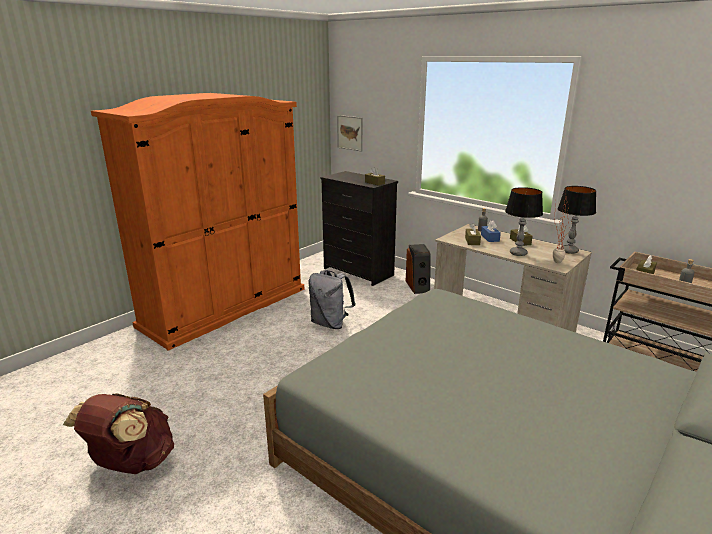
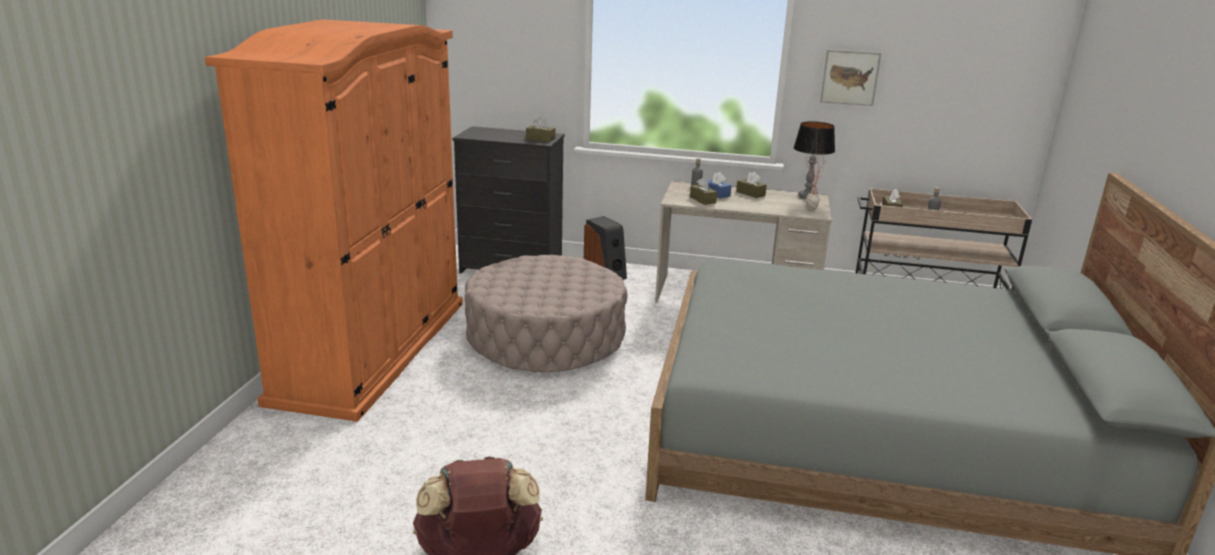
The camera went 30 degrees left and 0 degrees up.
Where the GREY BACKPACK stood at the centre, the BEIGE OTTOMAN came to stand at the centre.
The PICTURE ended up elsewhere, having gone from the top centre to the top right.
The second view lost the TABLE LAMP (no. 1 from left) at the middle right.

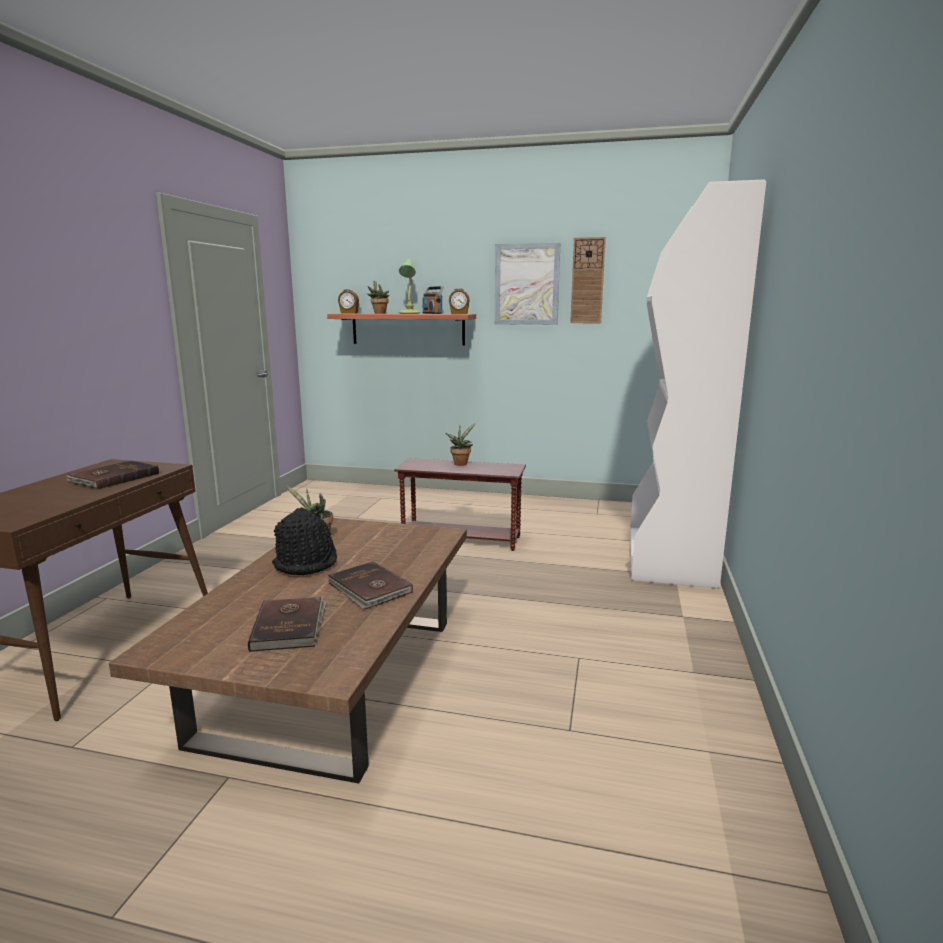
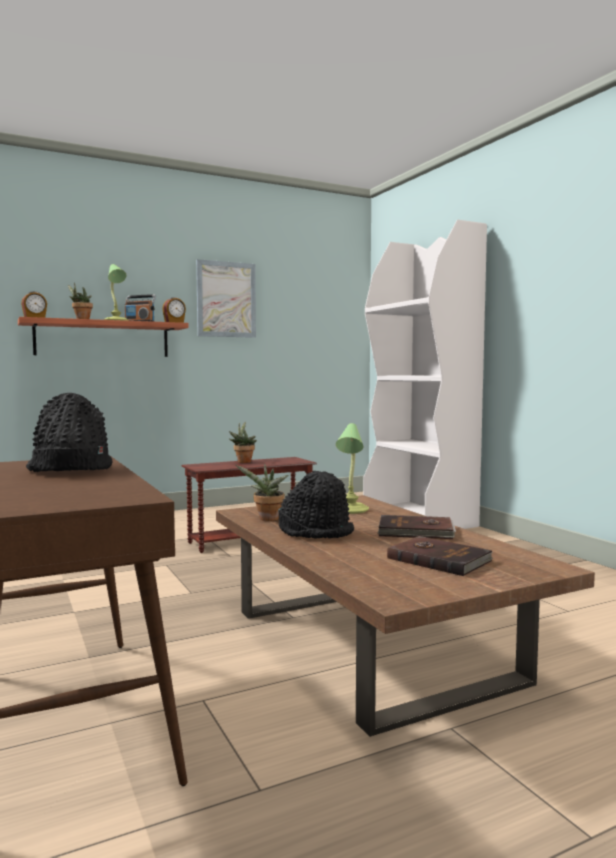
The camera went 40 degrees left and 10 degrees down.
Where the BROWN BOOK (no. 1 from left) stood at the middle left, the BLACK HAT (no. 1 from left) came to stand at the middle left.
The second view lost the WALL CLOCK at the top centre.
The second view gained the TABLE LAMP (no. 2 from left) at the centre.

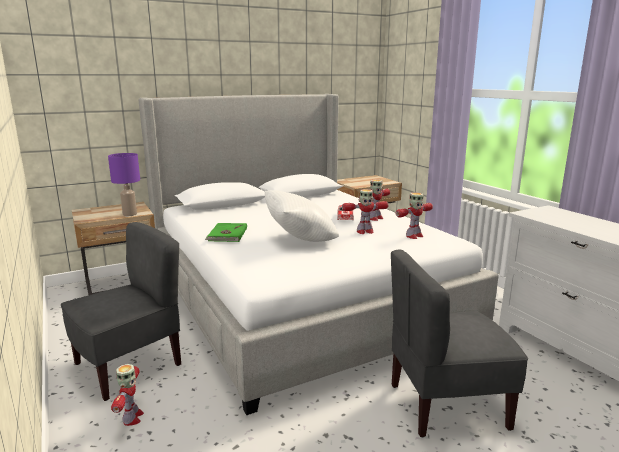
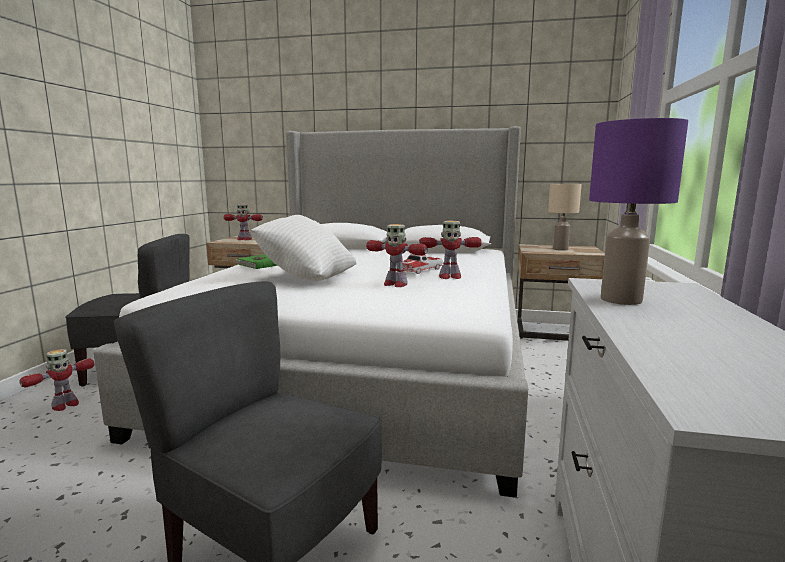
The camera went 40 degrees right and 5 degrees down.
The PURPLE TABLE LAMP ended up elsewhere, having gone from the middle left to the middle right.
The TOY ROBOT (no. 4 from left in the first image) ended up elsewhere, having gone from the middle right to the middle left.
The second view gained the BEIGE TABLE LAMP at the middle right.

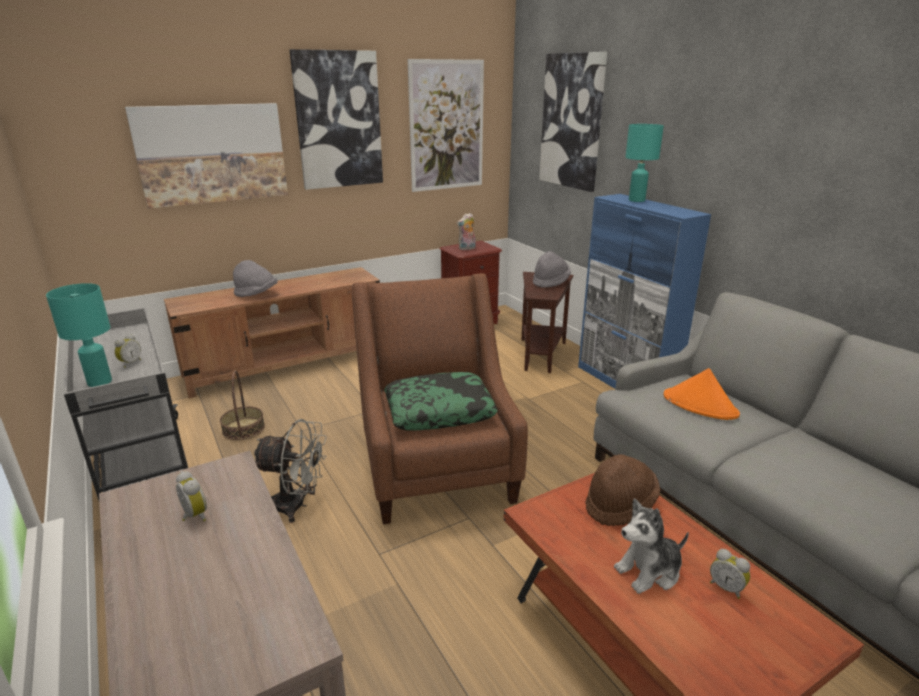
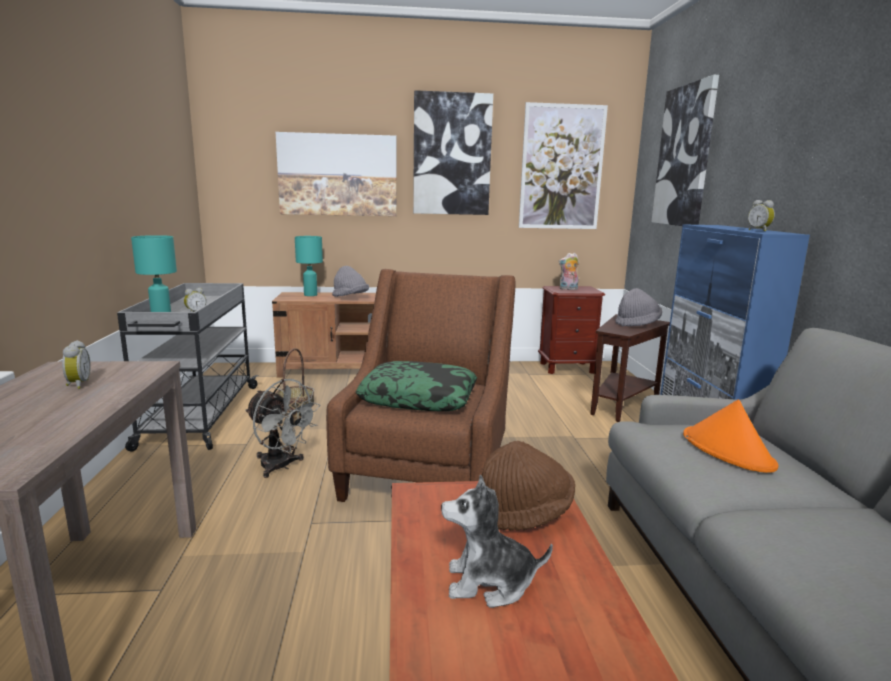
The camera went 25 degrees right and 10 degrees down.
The TURQUOISE TABLE LAMP (no. 2 from left) ended up elsewhere, having gone from the top right to the centre.
The ALARM CLOCK (no. 3 from left) ended up elsewhere, having gone from the bottom right to the top right.

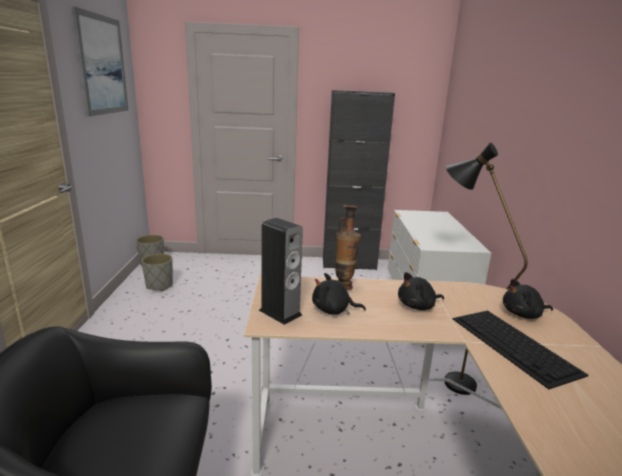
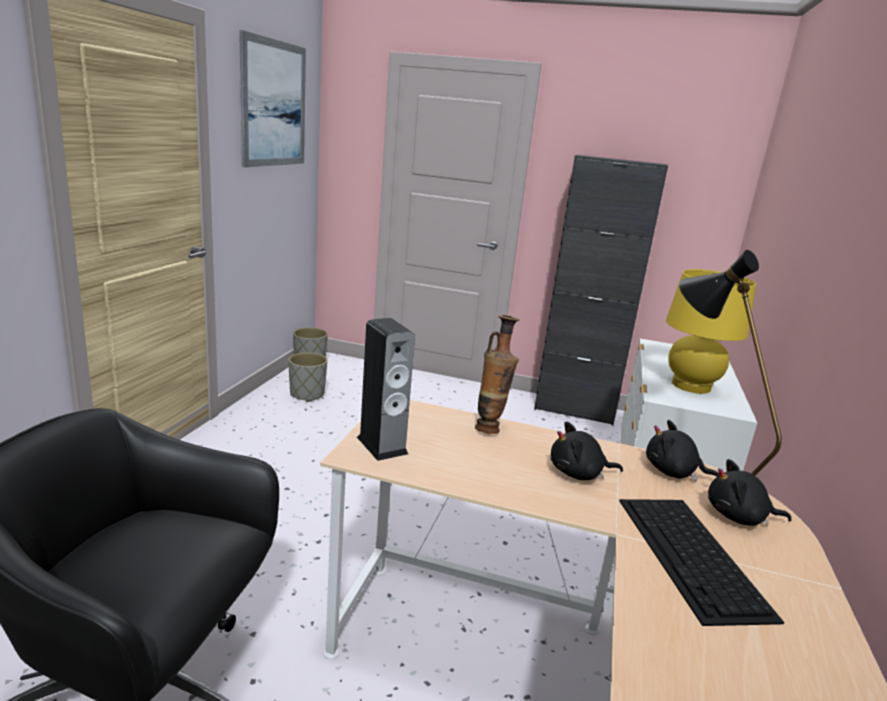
The camera went 15 degrees right and 0 degrees up.
The BLACK PLUSH TOY (no. 1 from left in the first image) ended up elsewhere, having gone from the centre to the middle right.
The second view gained the YELLOW TABLE LAMP at the middle right.

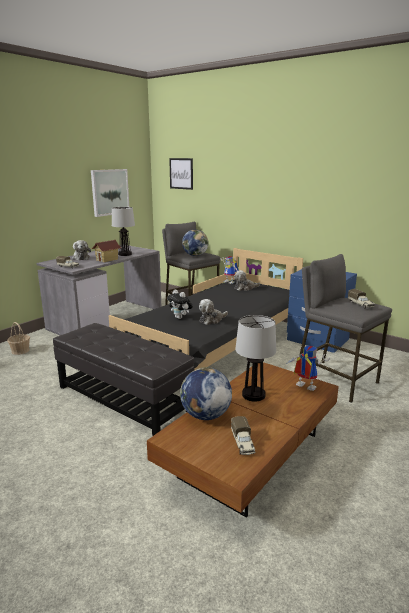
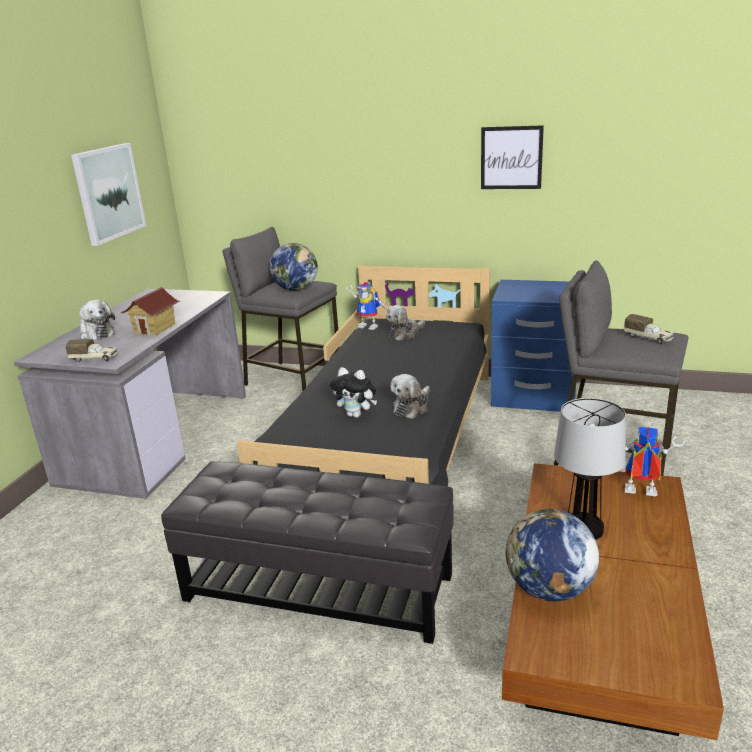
The camera went 20 degrees left and 5 degrees up.
The second view lost the BASKET at the middle left.
The second view lost the TABLE LAMP (no. 1 from left) at the middle left.
The PICTURE (no. 2 from left) ended up elsewhere, having gone from the top centre to the top right.
The second view lost the TOY TRUCK (no. 2 from left) at the bottom centre.

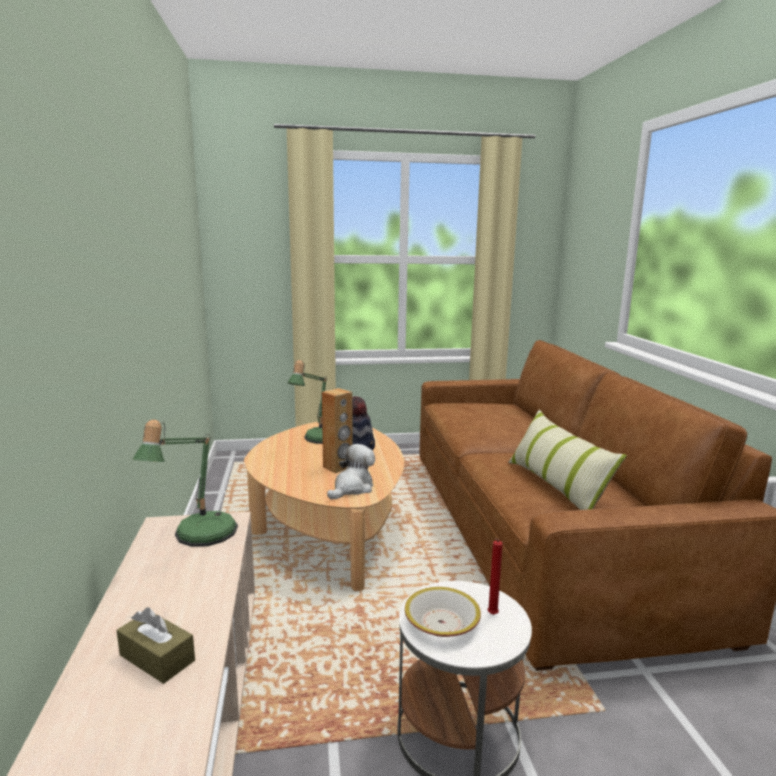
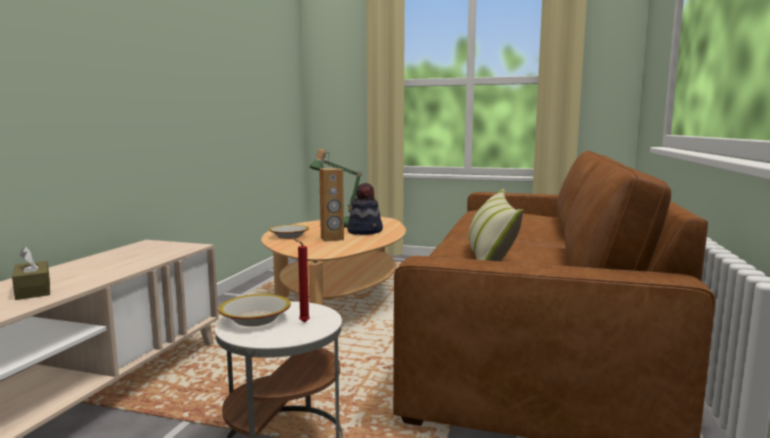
The camera went 25 degrees right and 5 degrees down.
The second view lost the TABLE LAMP (no. 1 from left) at the middle left.
The second view lost the PLUSH TOY at the centre.
The second view gained the BOWL (no. 2 from left) at the centre.

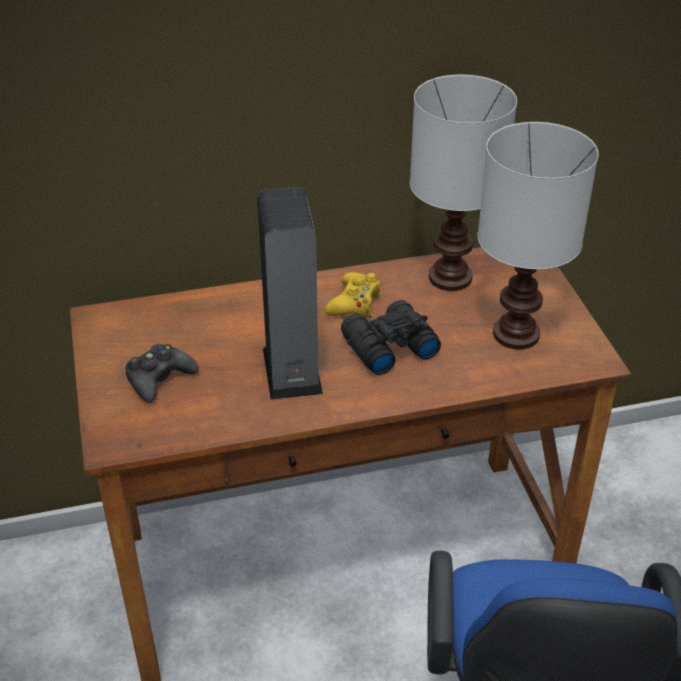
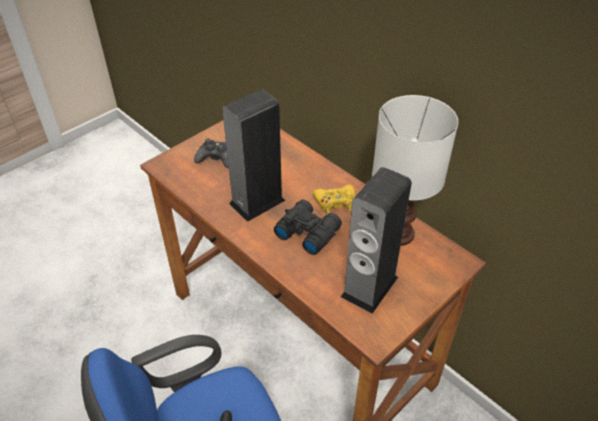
The camera went 60 degrees right and 5 degrees up.
Where the WHITE TABLE LAMP (no. 2 from left) stood at the middle right, the SPEAKER (no. 2 from left) came to stand at the centre.

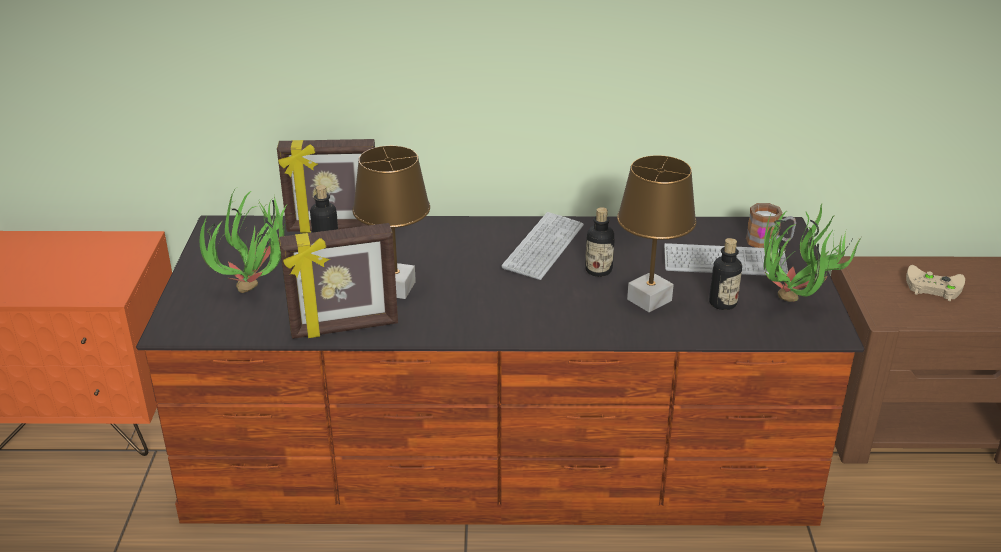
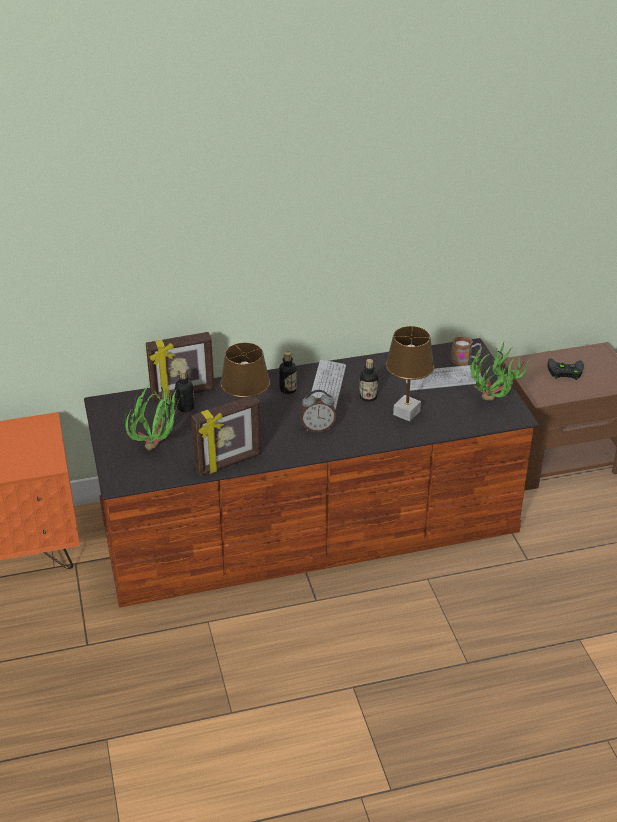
The camera went 15 degrees left and 5 degrees up.
The BOTTLE (no. 3 from left in the first image) ended up elsewhere, having gone from the middle right to the centre.
What was the BEIGE GAME CONTROLLER at the middle right turned into the BLACK GAME CONTROLLER at the middle right.
The second view gained the ALARM CLOCK at the centre.

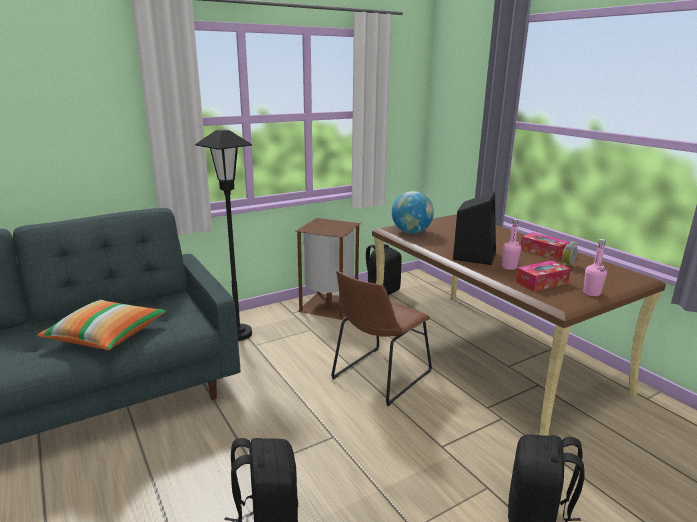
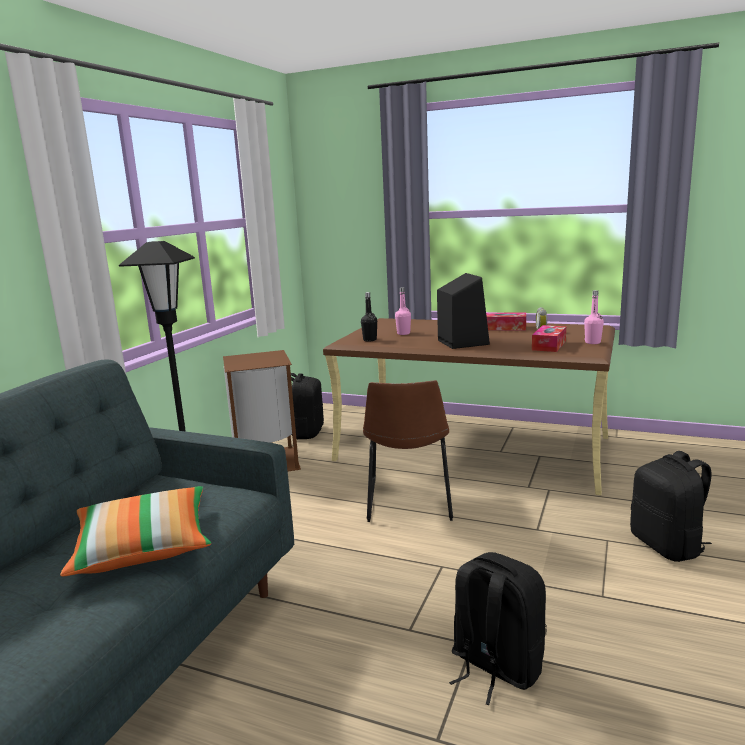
The camera went 35 degrees left and 5 degrees down.
Where the GLOBE stood at the centre, the BLACK BOTTLE came to stand at the centre.
The PINK BOTTLE (no. 1 from left) ended up elsewhere, having gone from the middle right to the centre.

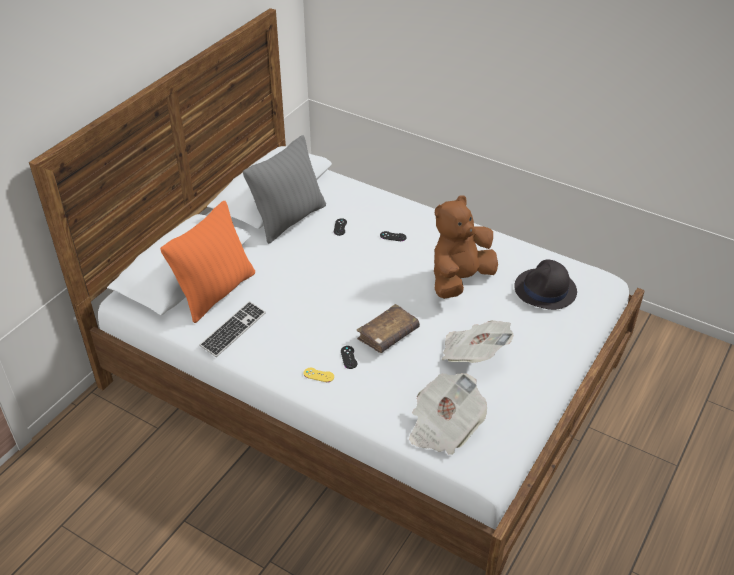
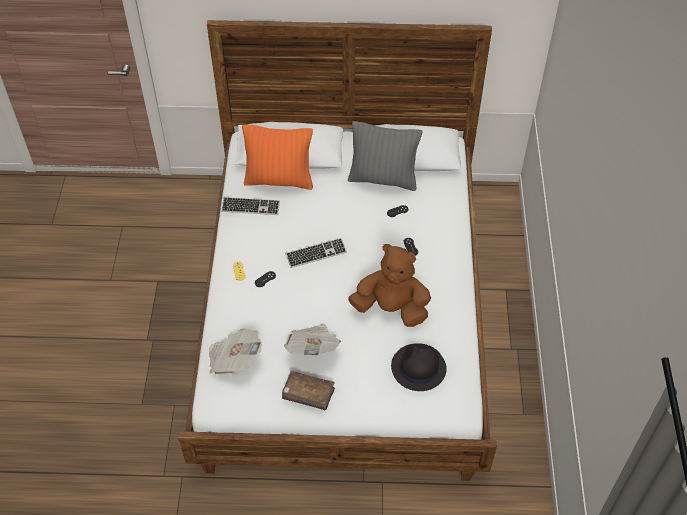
The camera went 60 degrees right and 10 degrees up.
The BROWN BOOK ended up elsewhere, having gone from the centre to the bottom centre.
The second view gained the KEYBOARD (no. 2 from left) at the centre.

